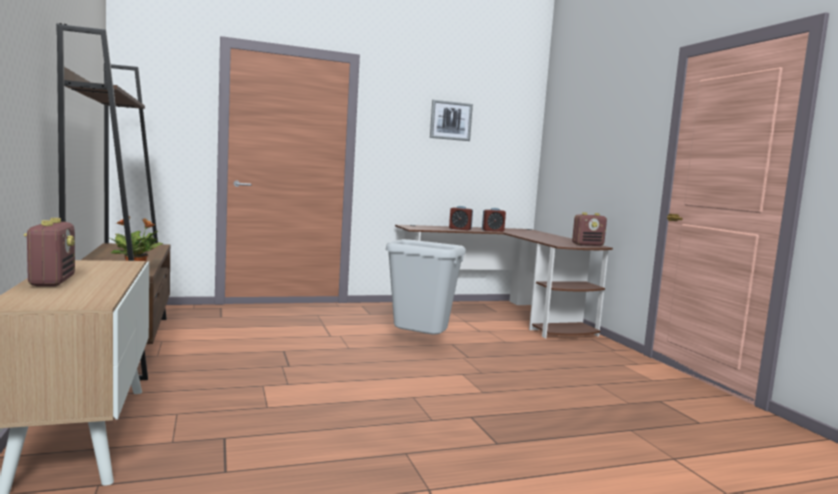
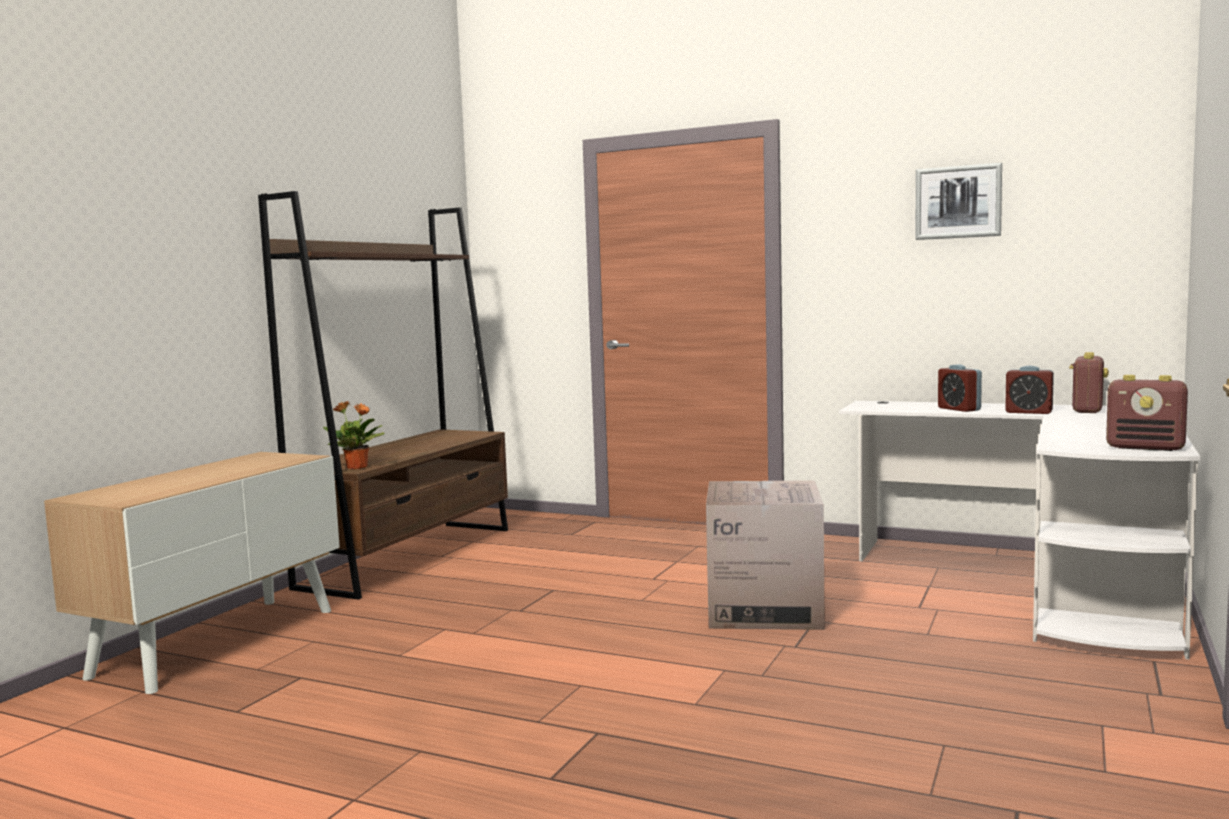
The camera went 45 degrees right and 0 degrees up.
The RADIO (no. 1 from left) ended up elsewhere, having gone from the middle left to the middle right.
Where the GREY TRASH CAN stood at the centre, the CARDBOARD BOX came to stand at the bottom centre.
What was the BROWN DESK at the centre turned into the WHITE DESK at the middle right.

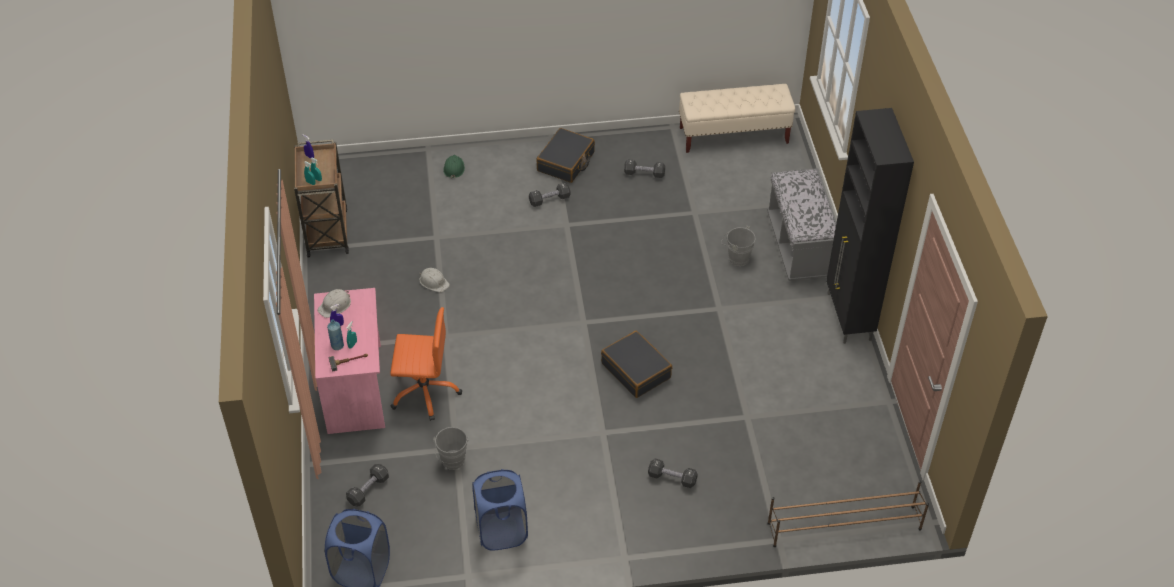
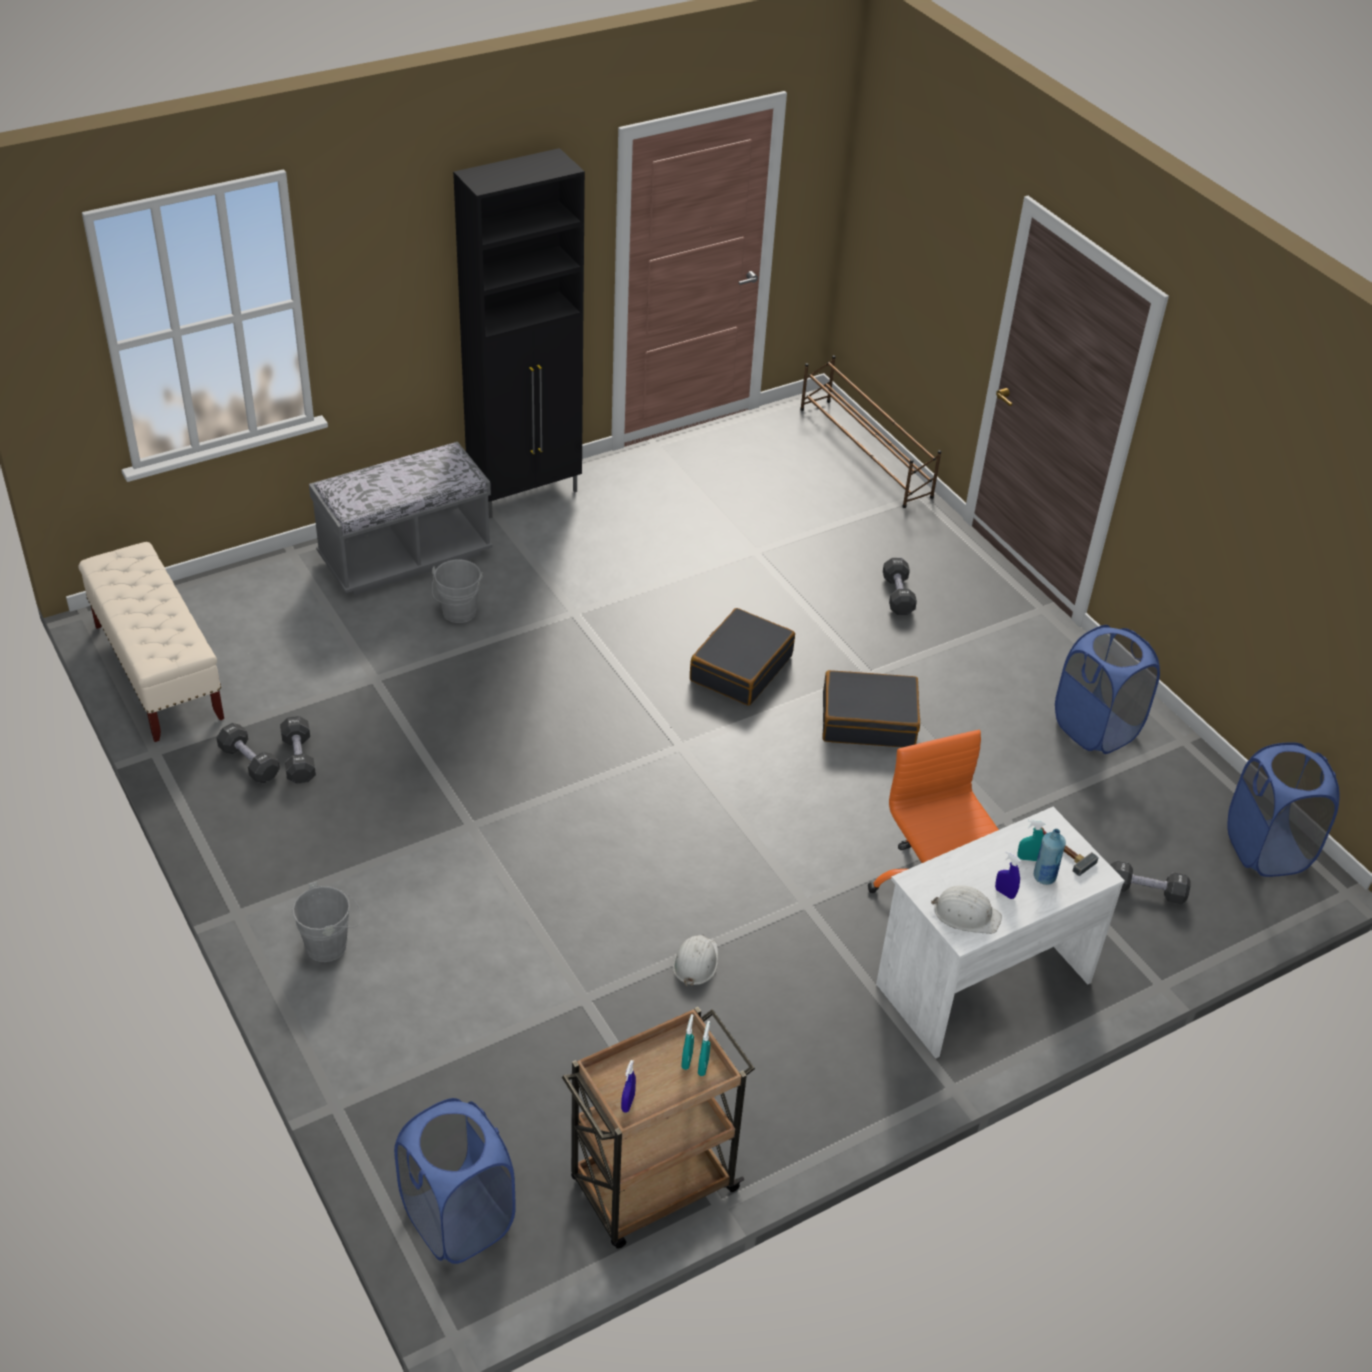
The camera went 115 degrees left and 5 degrees down.
What was the PINK DESK at the middle left turned into the WHITE DESK at the bottom right.
The GREY BUCKET (no. 1 from left) ended up elsewhere, having gone from the bottom centre to the bottom left.
The second view lost the GREEN HARD HAT at the top centre.
The BLACK DUMBBELL (no. 2 from left in the first image) ended up elsewhere, having gone from the top centre to the middle left.
The BLACK SUITCASE (no. 1 from left in the first image) ended up elsewhere, having gone from the top centre to the centre.
The second view gained the BLUE LAUNDRY BASKET (no. 1 from left) at the bottom left.

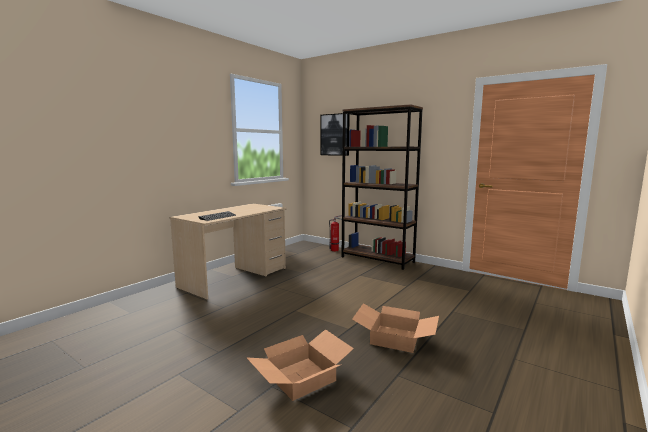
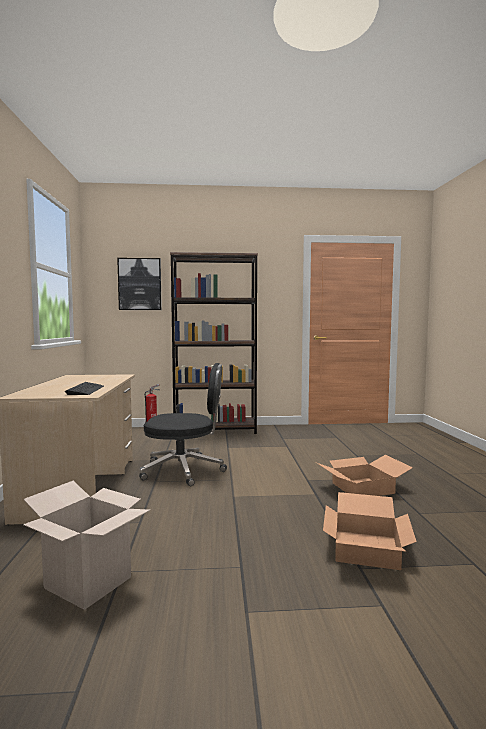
The camera went 40 degrees left and 5 degrees down.
The second view gained the CARDBOARD BOX (no. 1 from left) at the bottom left.
The second view gained the BLACK OFFICE CHAIR at the centre.

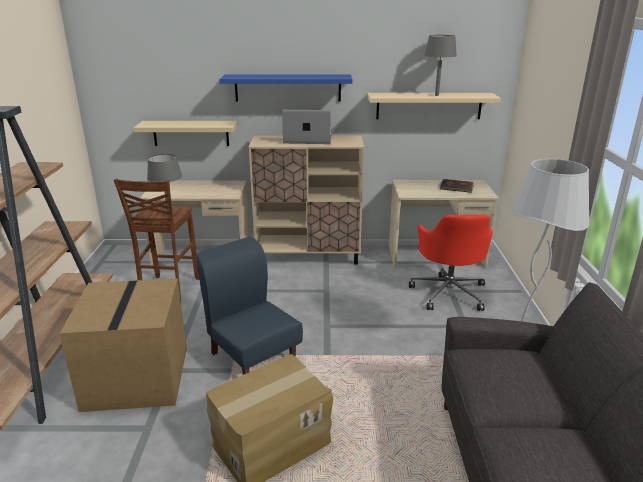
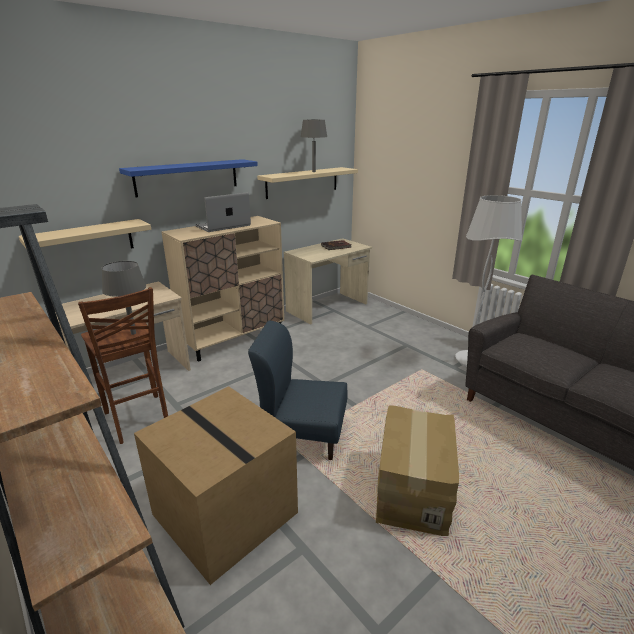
The camera went 40 degrees left and 0 degrees up.
The second view lost the RED OFFICE CHAIR at the middle right.

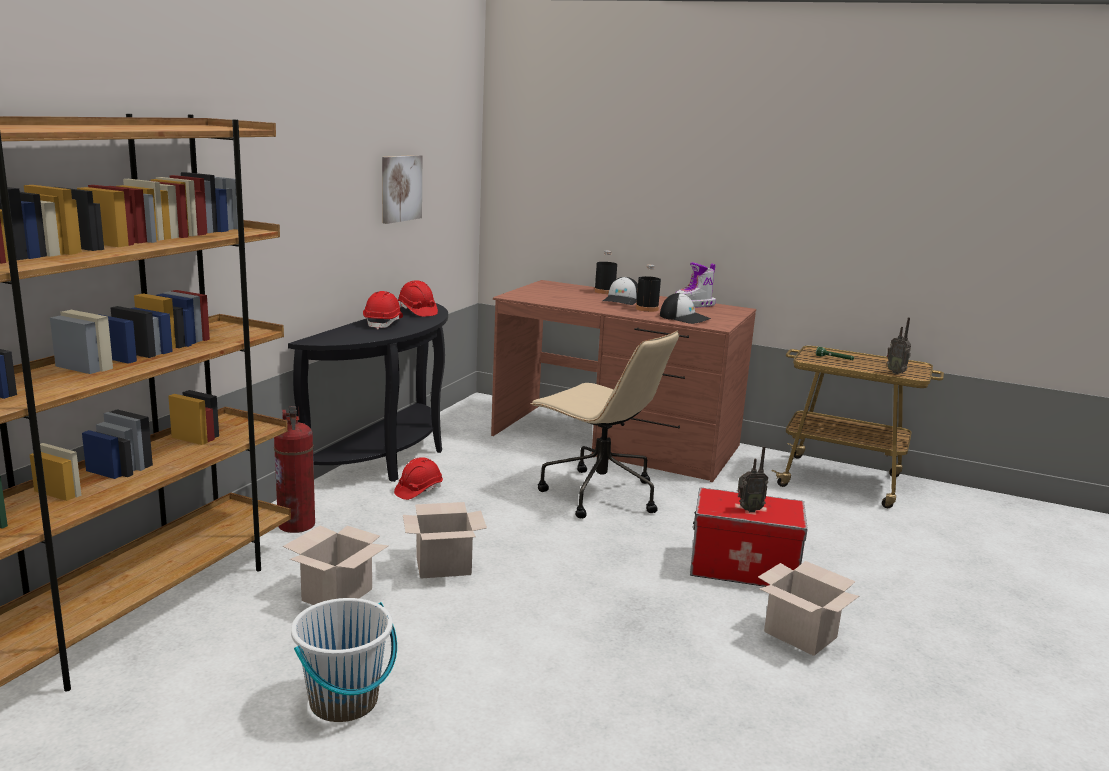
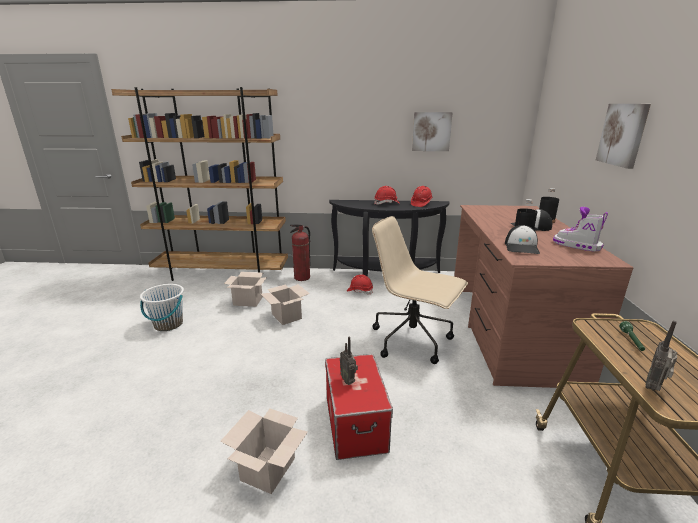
The camera went 70 degrees right and 5 degrees up.
The BEIGE OFFICE CHAIR at the centre ended up facing another way, 105 degrees clockwise from before.
The second view gained the PICTURE (no. 2 from left) at the top right.

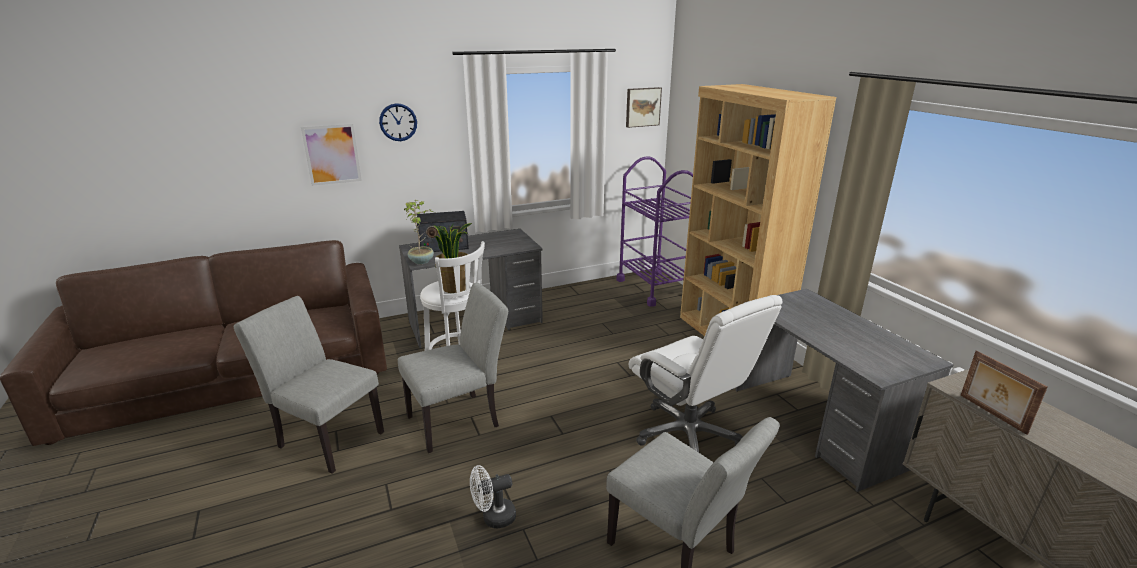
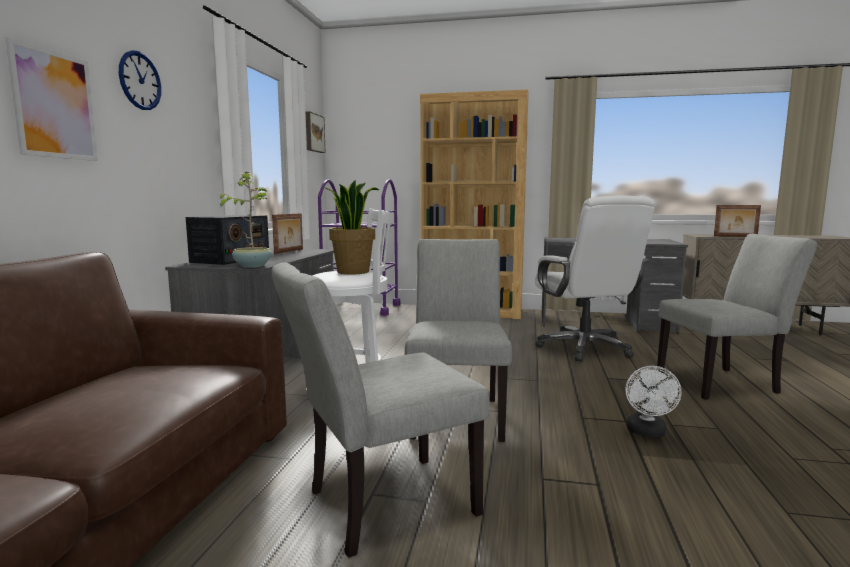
The camera went 55 degrees left and 15 degrees down.
The WHITE OFFICE CHAIR at the centre ended up facing another way, 75 degrees clockwise from before.
The second view gained the PICTURE FRAME (no. 1 from left) at the centre.

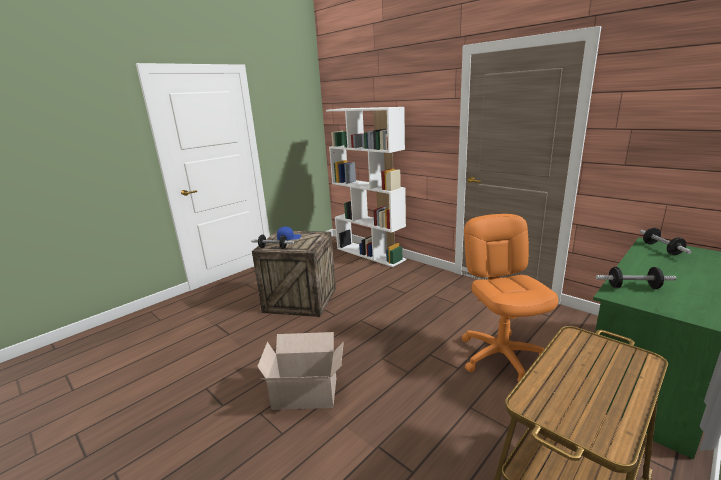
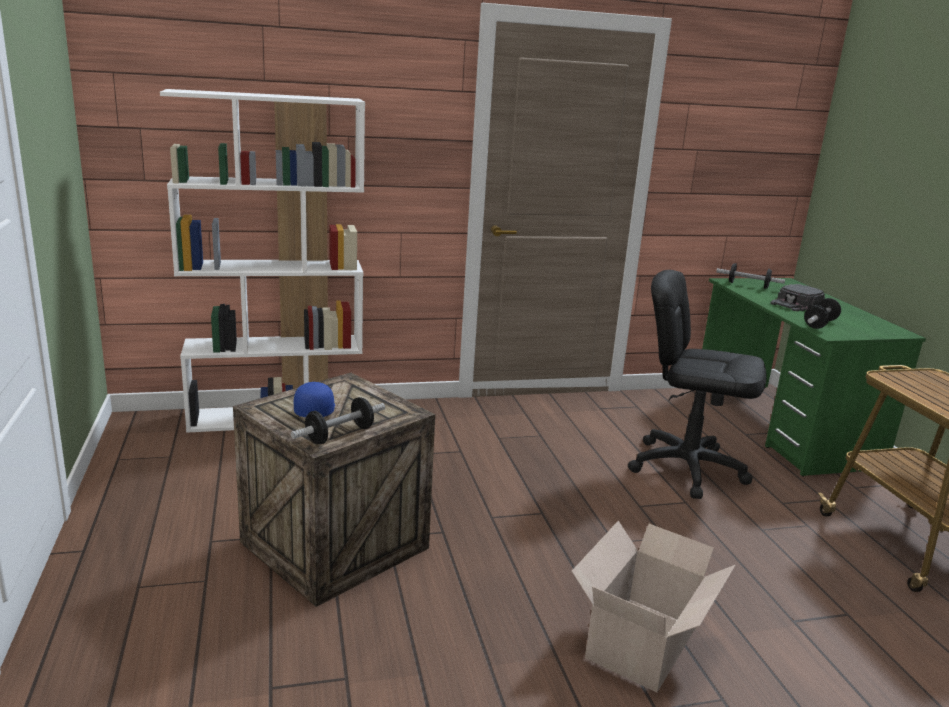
The camera went 60 degrees left and 0 degrees up.
What was the ORANGE OFFICE CHAIR at the middle right turned into the BLACK OFFICE CHAIR at the middle right.
The second view gained the BLACK CAP at the middle right.

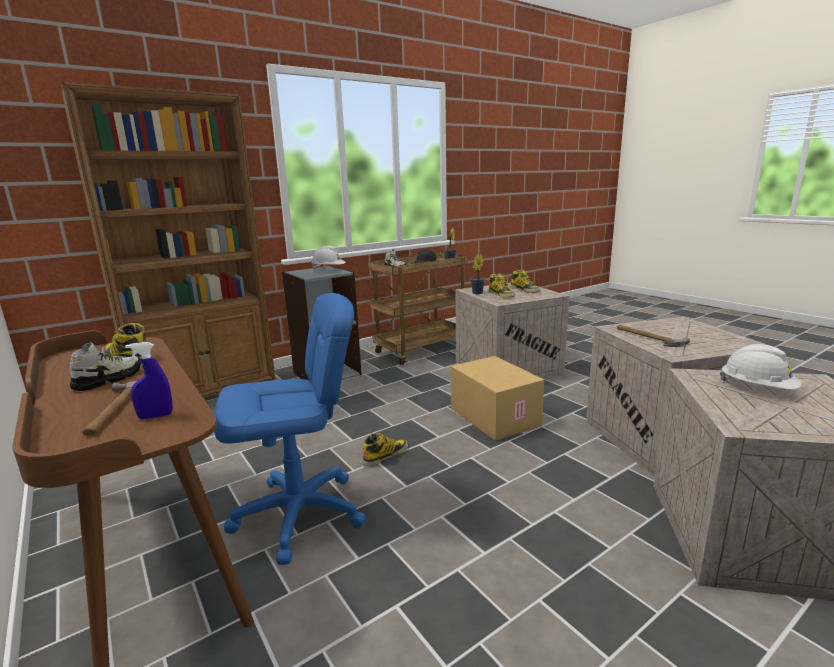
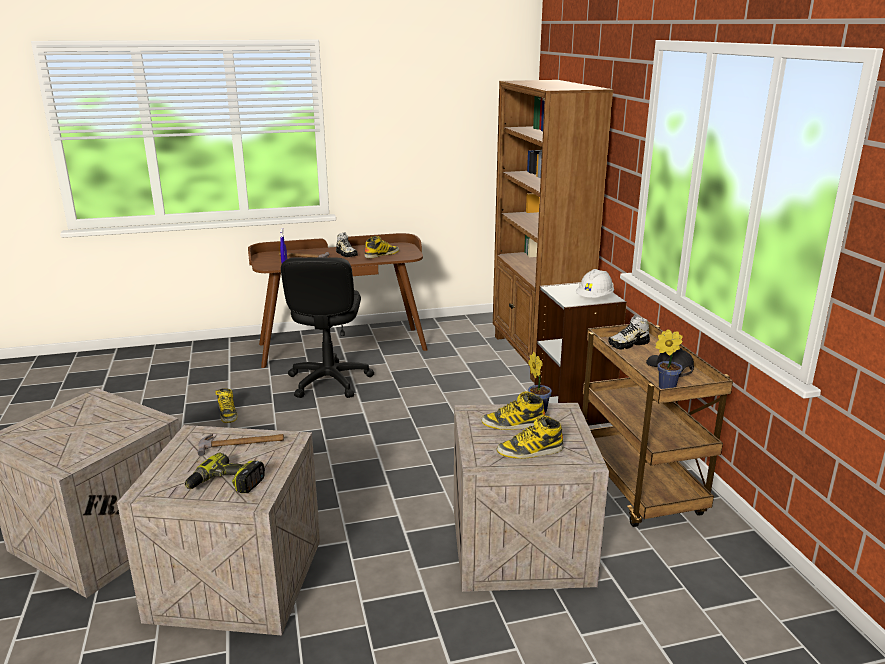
The camera went 110 degrees right and 5 degrees up.
What was the BLUE OFFICE CHAIR at the centre turned into the BLACK OFFICE CHAIR at the centre.
The BOOT (no. 2 from left in the first image) ended up elsewhere, having gone from the bottom centre to the middle left.
The second view lost the CARDBOARD BOX at the centre.
The second view lost the WHITE HARD HAT (no. 2 from left) at the middle right.
The second view gained the POWER DRILL at the bottom left.

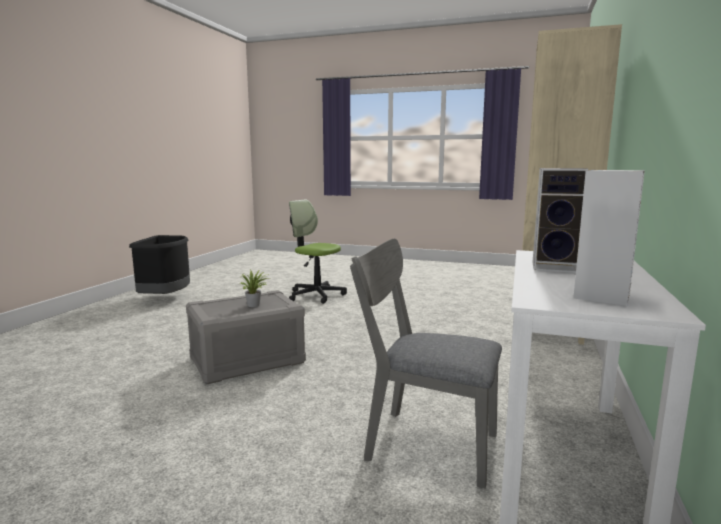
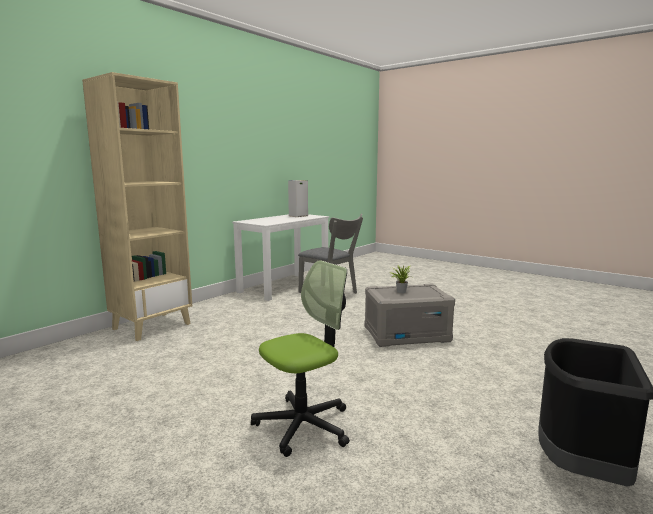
The camera went 160 degrees left and 0 degrees up.
The OFFICE CHAIR at the centre ended up facing another way, 90 degrees counterclockwise from before.
The second view lost the SPEAKER (no. 1 from left) at the middle right.

